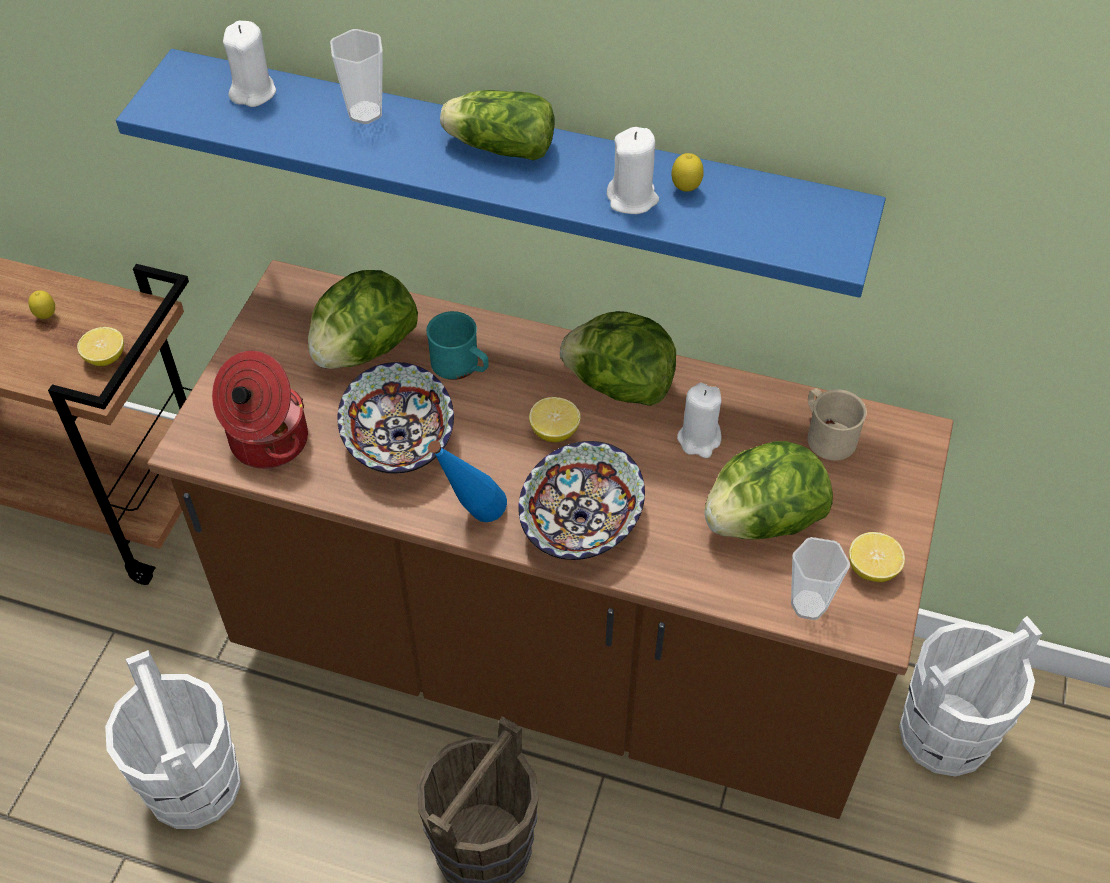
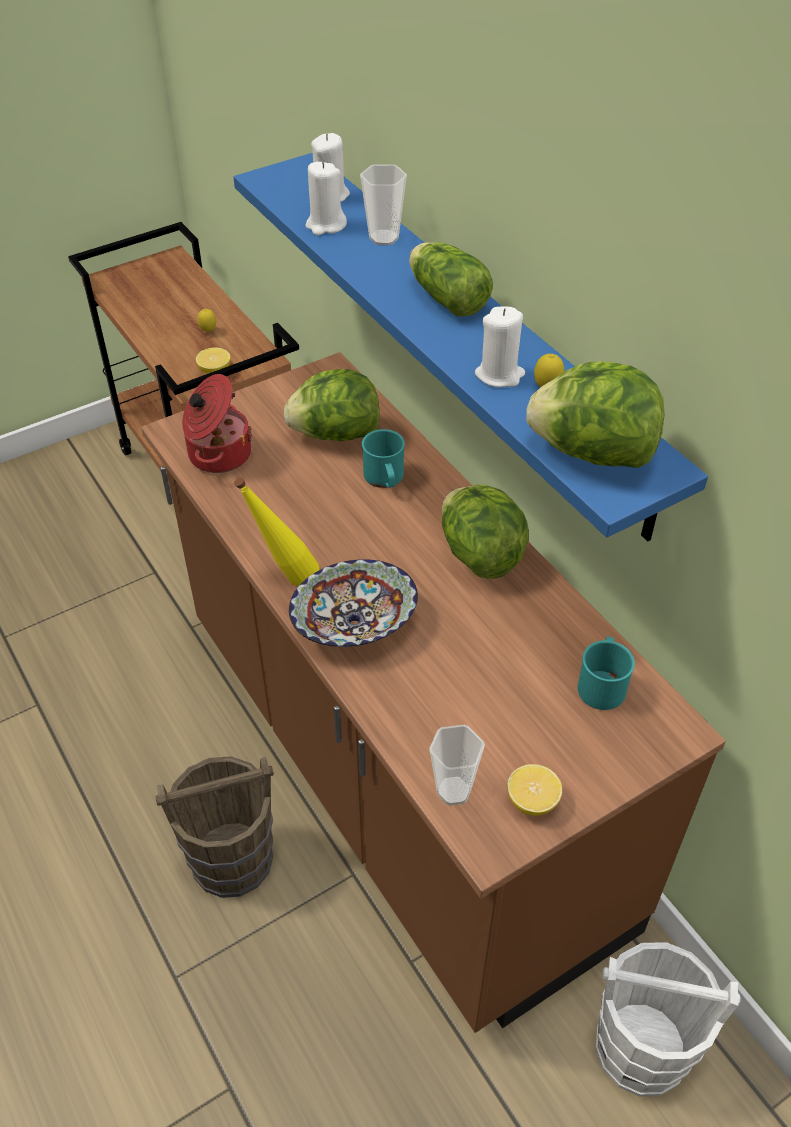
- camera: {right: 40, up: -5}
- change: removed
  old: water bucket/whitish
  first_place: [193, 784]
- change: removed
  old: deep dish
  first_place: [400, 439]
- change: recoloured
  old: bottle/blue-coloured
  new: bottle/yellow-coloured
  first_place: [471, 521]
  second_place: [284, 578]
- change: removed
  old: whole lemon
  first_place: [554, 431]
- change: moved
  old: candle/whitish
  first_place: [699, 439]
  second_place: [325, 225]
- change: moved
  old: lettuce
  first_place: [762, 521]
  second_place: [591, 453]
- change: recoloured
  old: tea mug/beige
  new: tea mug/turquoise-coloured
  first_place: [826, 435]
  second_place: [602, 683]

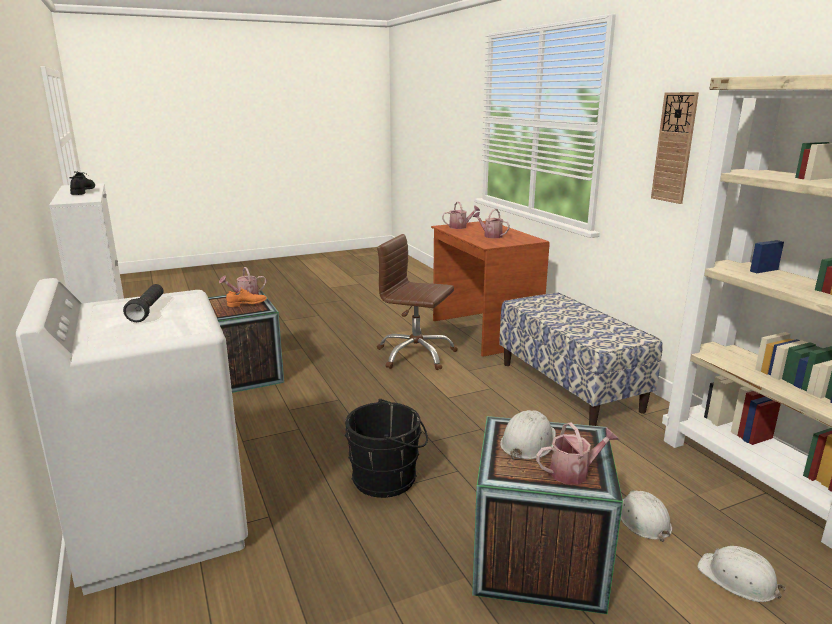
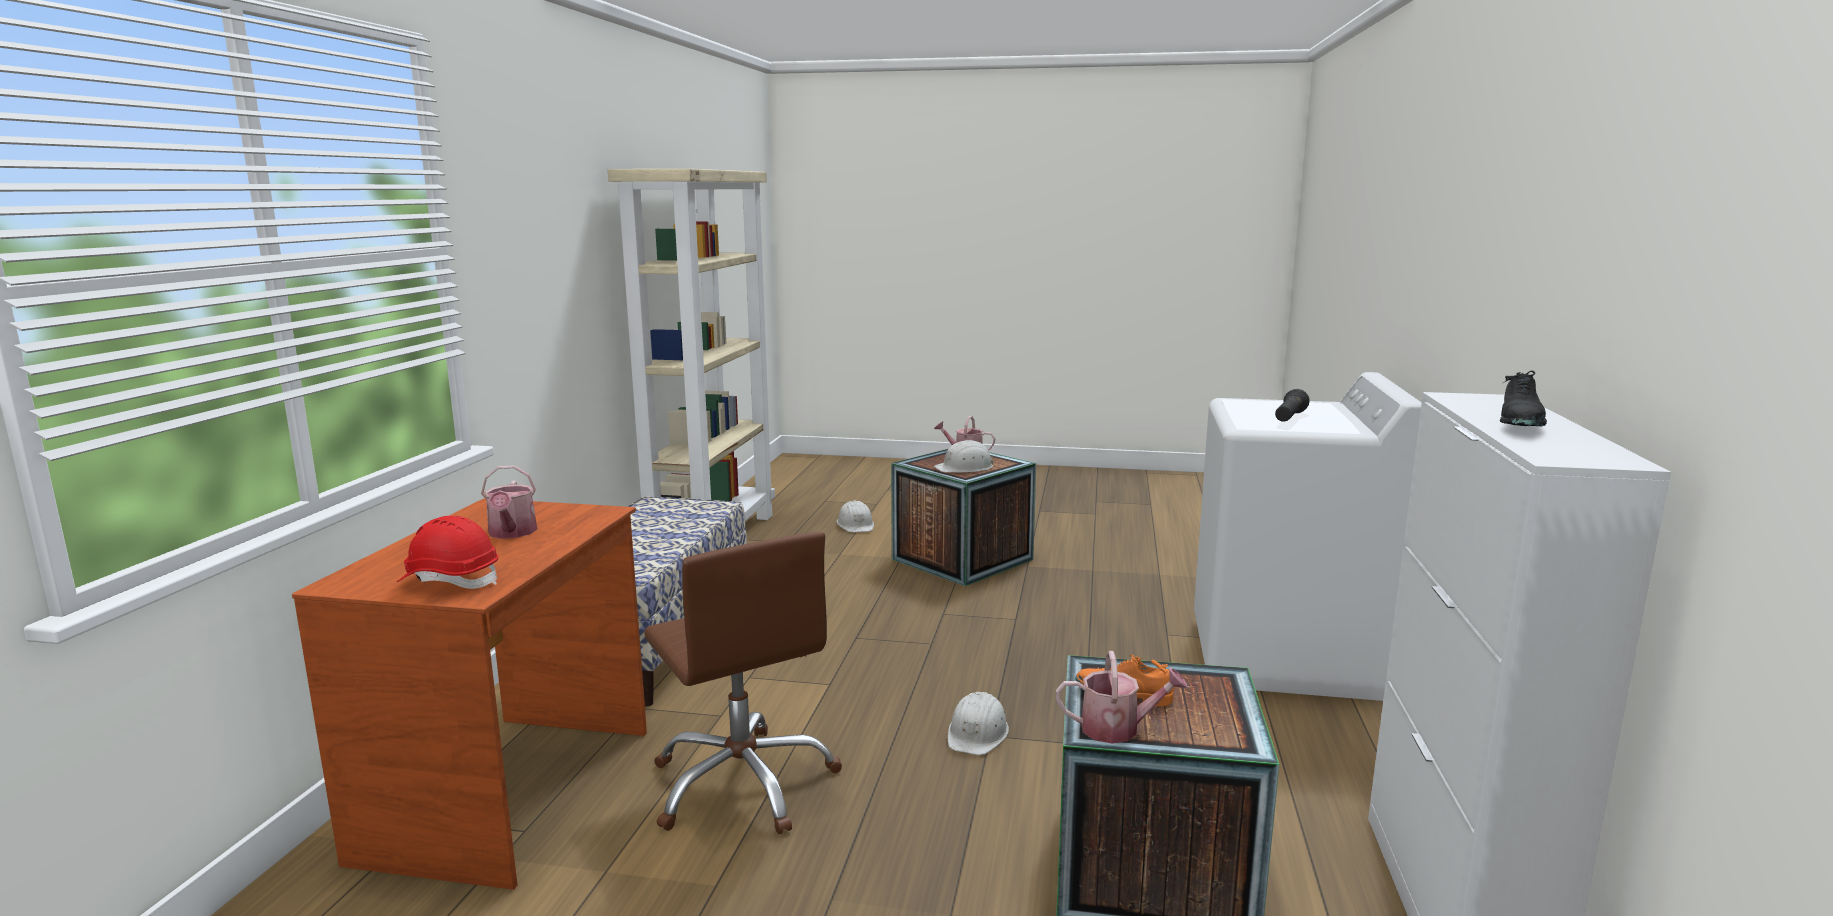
- camera: {right: -145, up: -5}
- change: removed
  old: water bucket/black-coloured
  first_place: [388, 478]
- change: replaced
  old: watering pot
  new: hard hat/reddish
  first_place: [460, 227]
  second_place: [450, 581]
- change: moved
  old: hard hat/whitish
  first_place: [642, 520]
  second_place: [977, 733]
- change: removed
  old: wall clock
  first_place: [674, 148]

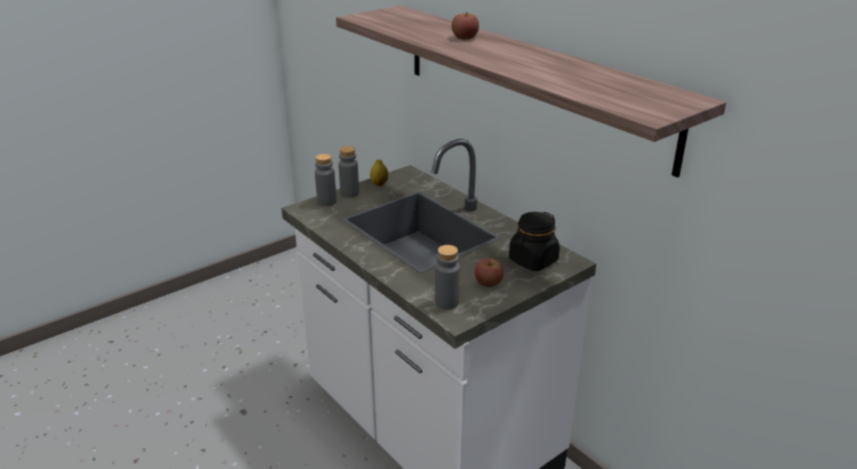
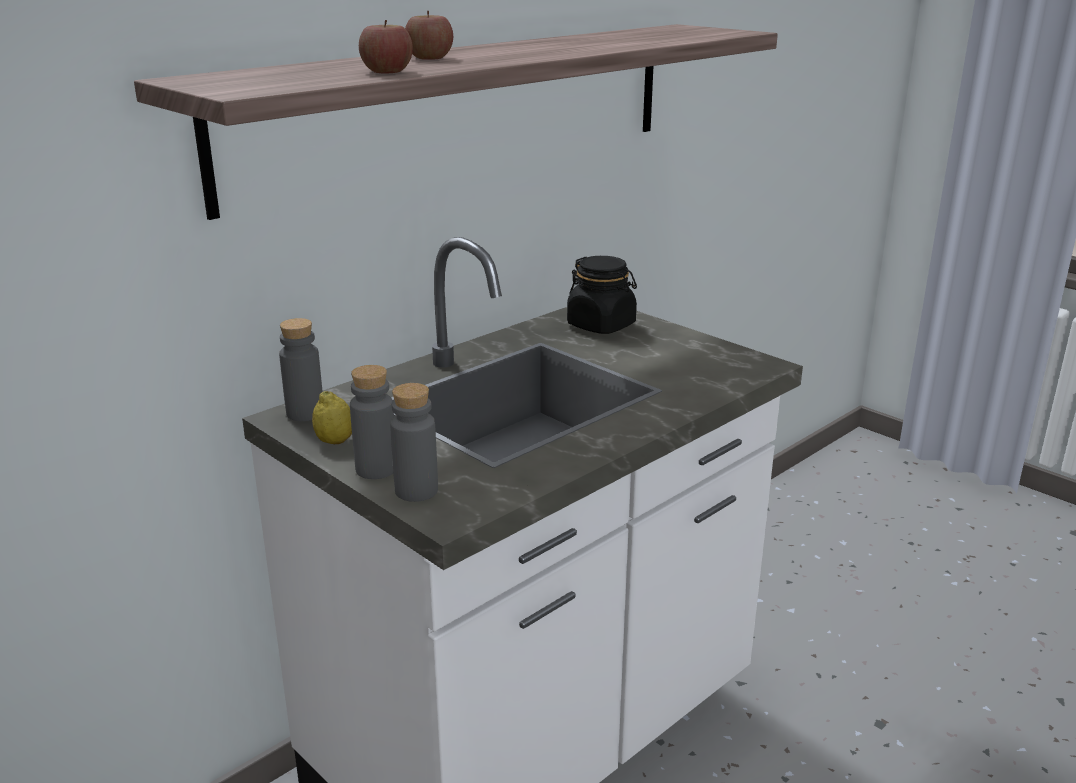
- camera: {right: -95, up: -5}
- change: moved
  old: bottle/greyish
  first_place: [447, 302]
  second_place: [305, 413]
- change: moved
  old: apple fruit
  first_place: [488, 283]
  second_place: [387, 71]

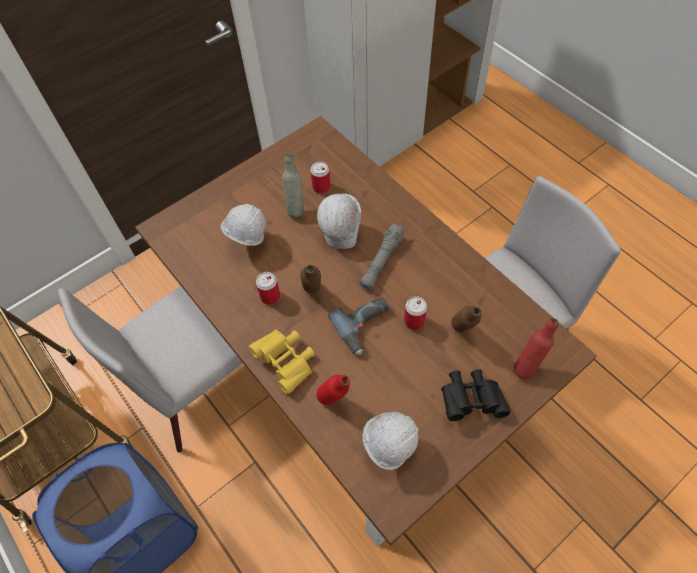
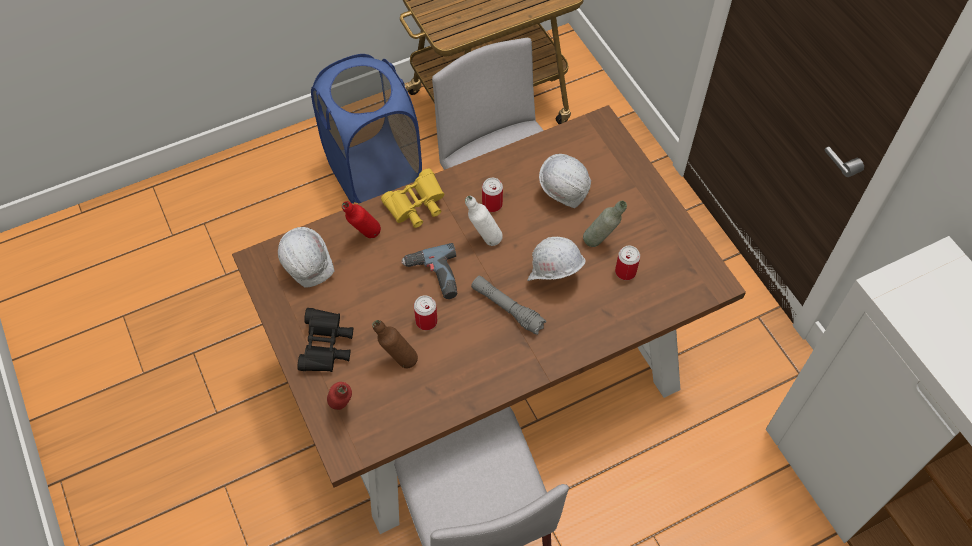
- camera: {right: 100, up: 0}
- change: recoloured
  old: bottle/brown
  new: bottle/whitish
  first_place: [313, 294]
  second_place: [484, 240]

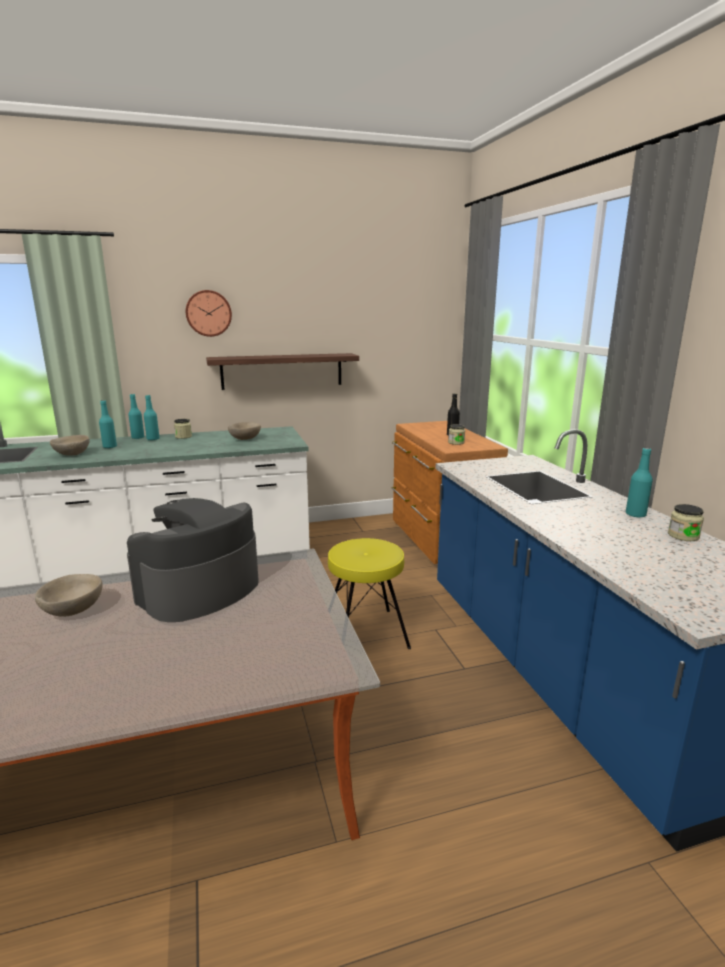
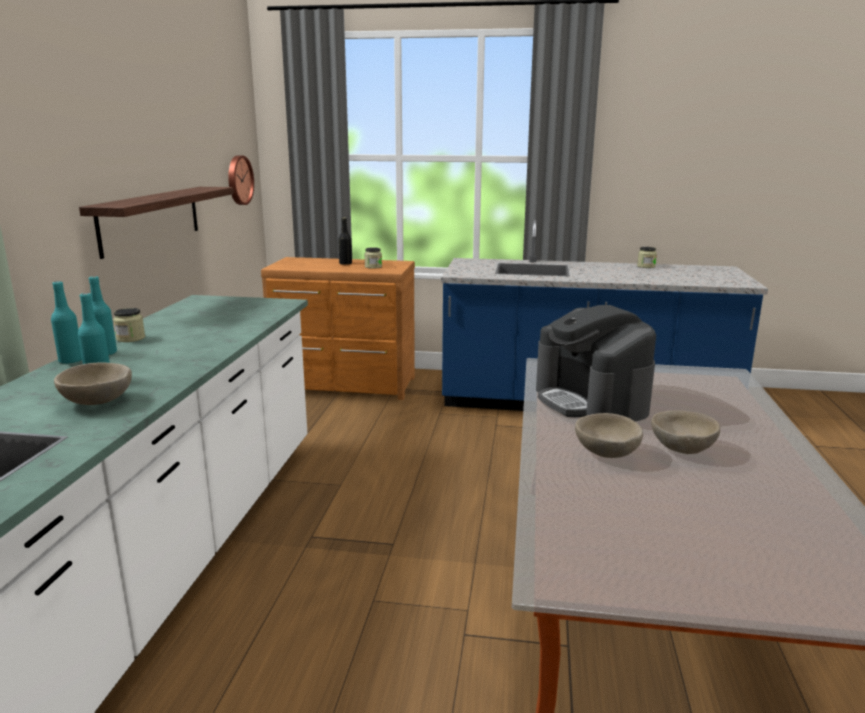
- camera: {right: -65, up: 0}
- change: moved
  old: wall clock
  first_place: [208, 313]
  second_place: [238, 180]
- change: moved
  old: deep dish/beige
  first_place: [245, 439]
  second_place: [681, 448]
- change: removed
  old: sitting stool/yellow-coloured
  first_place: [365, 634]
- change: removed
  old: bottle/turquoise-coloured
  first_place: [635, 514]

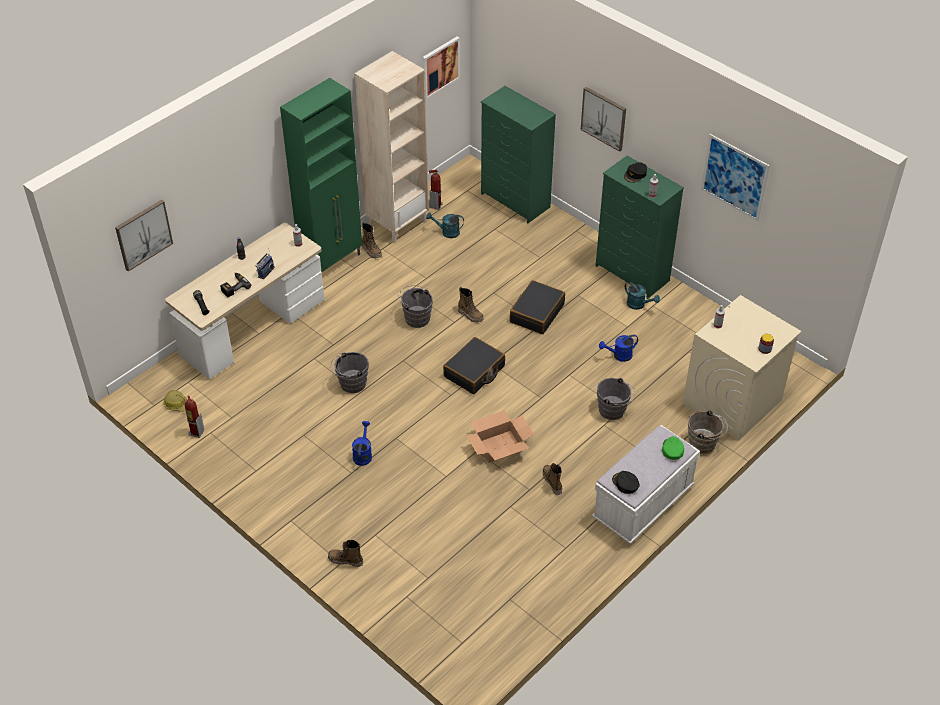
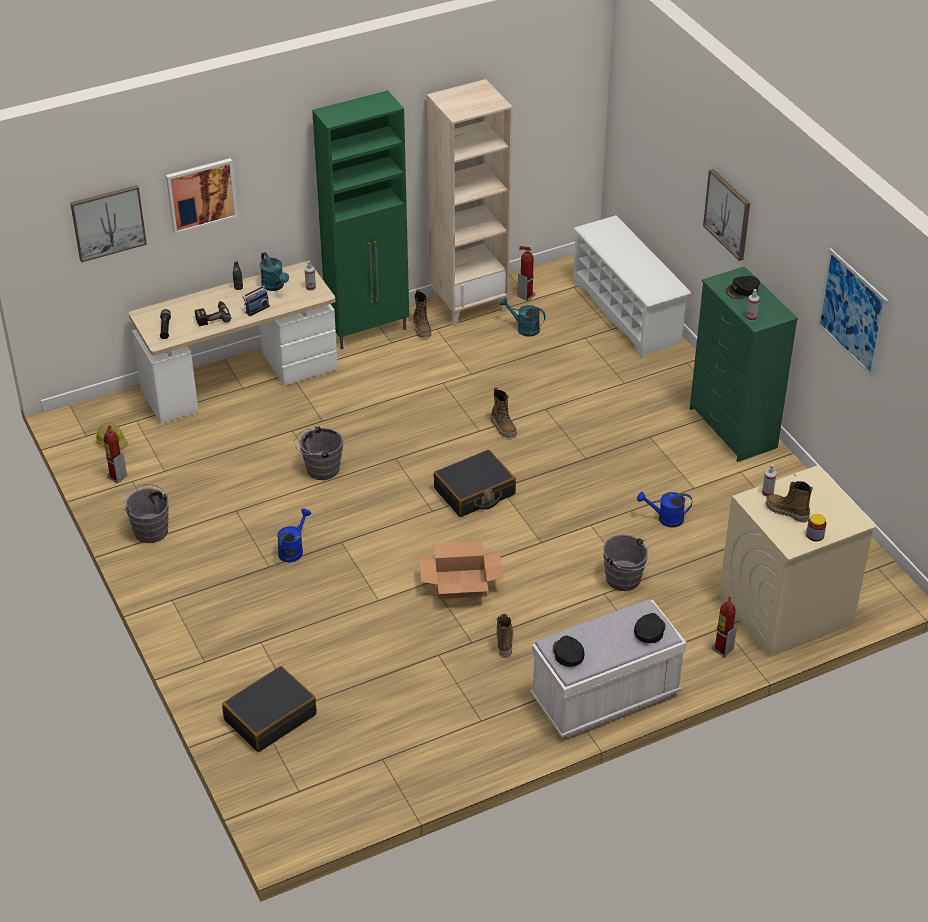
- camera: {right: 20, up: -5}
- change: moved
  old: high-top boot
  first_place: [345, 561]
  second_place: [787, 512]
- change: moved
  old: water bucket/greyish
  first_place: [416, 317]
  second_place: [150, 529]
- change: moved
  old: wall art
  first_place: [440, 67]
  second_place: [201, 195]
- change: replaced
  old: drawer chest/greenish
  new: shoe stand/whitish
  first_place: [515, 201]
  second_place: [627, 312]
- change: moved
  old: piece of luggage/black-coloured
  first_place: [536, 313]
  second_place: [270, 717]
- change: moved
  old: watering pot/turquoise-coloured
  first_place: [638, 305]
  second_place: [275, 286]
- change: recoloured
  old: peaked cap/greenish
  new: peaked cap/black-coloured
  first_place: [672, 449]
  second_place: [649, 630]
- change: replaced
  old: water bucket/brown
  new: fire extinguisher
  first_place: [704, 444]
  second_place: [722, 649]

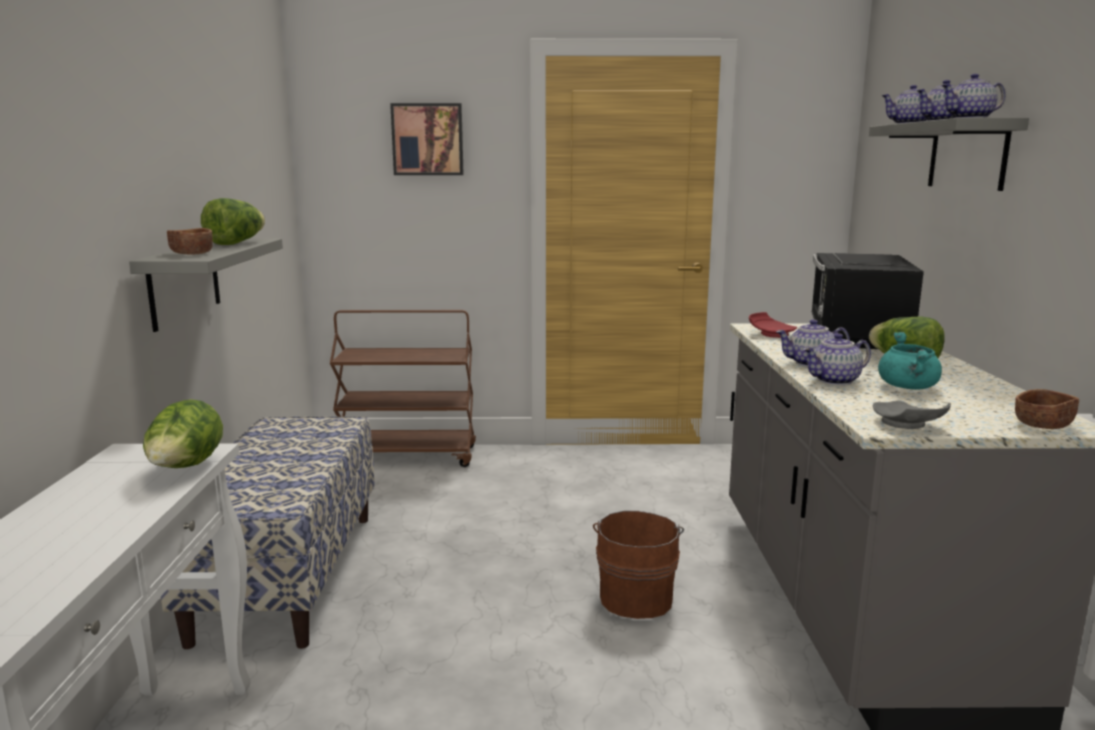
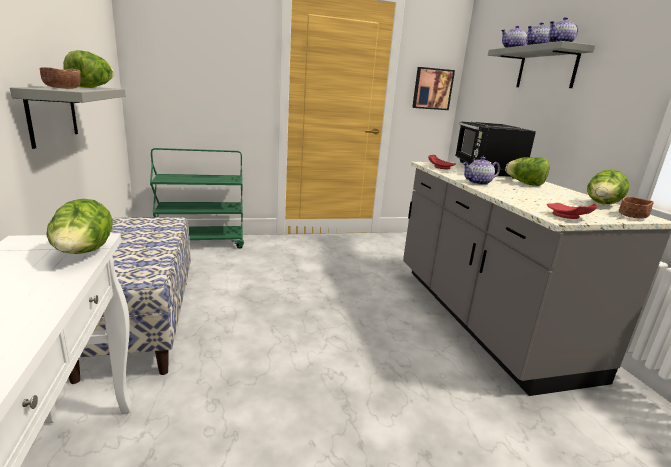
- camera: {right: -15, up: 5}
- change: recoloured
  old: trolley/brown
  new: trolley/greenish
  first_place: [408, 456]
  second_place: [201, 243]
- change: moved
  old: wall art
  first_place: [428, 139]
  second_place: [432, 89]
- change: removed
  old: water bucket/brown
  first_place: [636, 596]
- change: removed
  old: pot for tea
  first_place: [835, 381]
- change: recoloured
  old: plate/greyish
  new: plate/reddish
  first_place: [907, 425]
  second_place: [568, 217]
- change: removed
  old: saucepot/turquoise-coloured
  first_place: [908, 387]
- change: added
  new: lettuce
  second_place: [602, 205]

